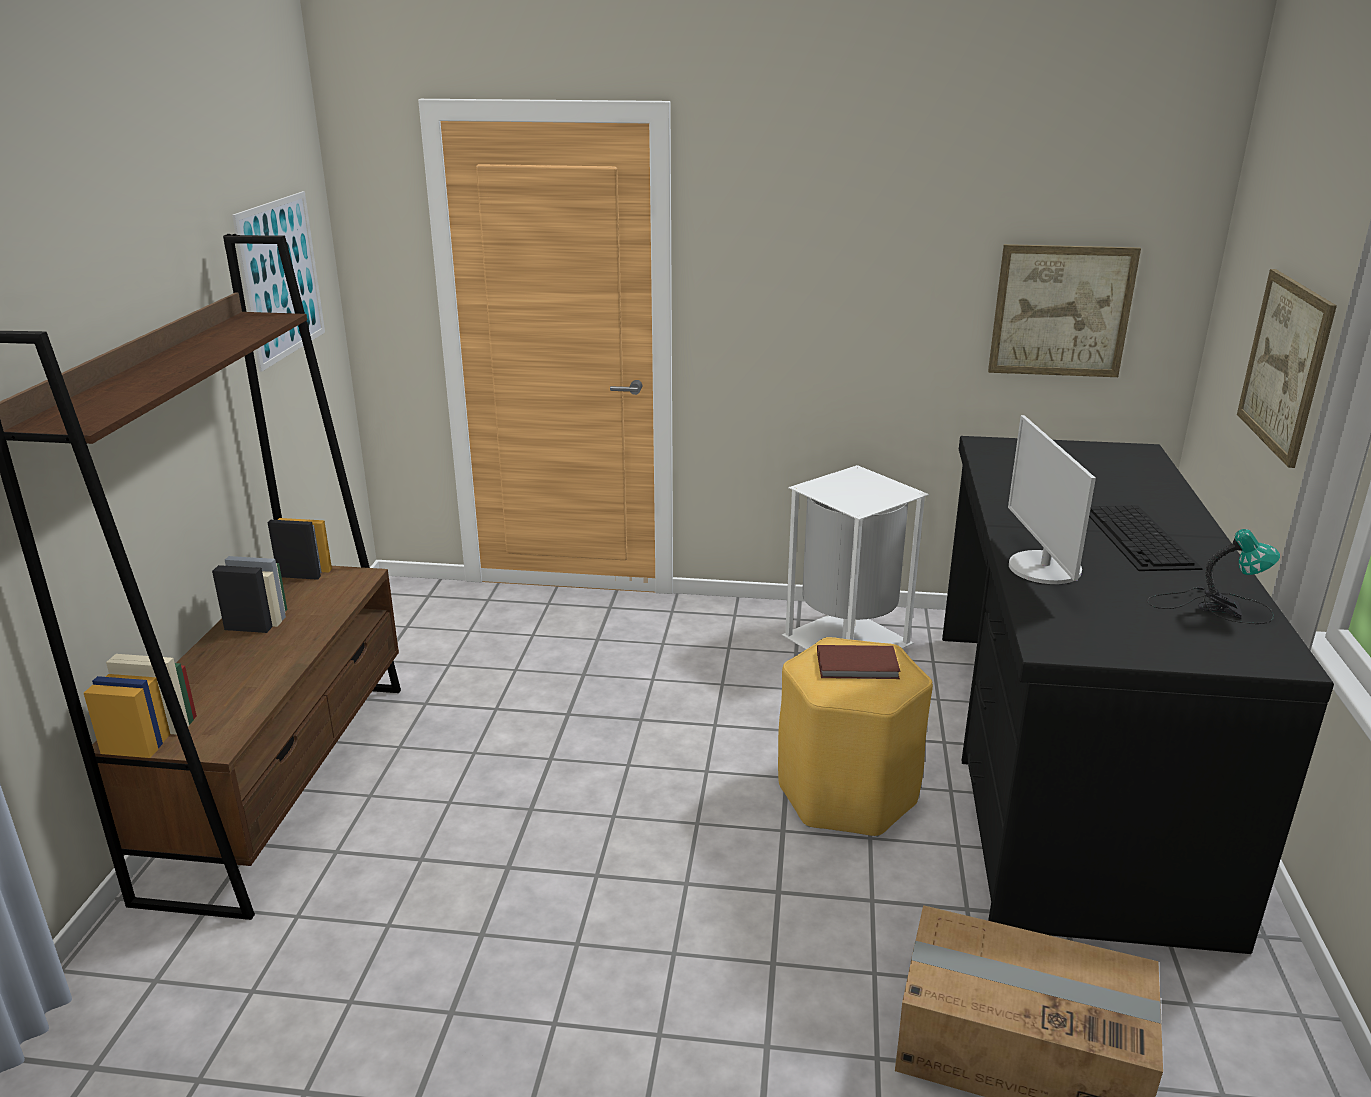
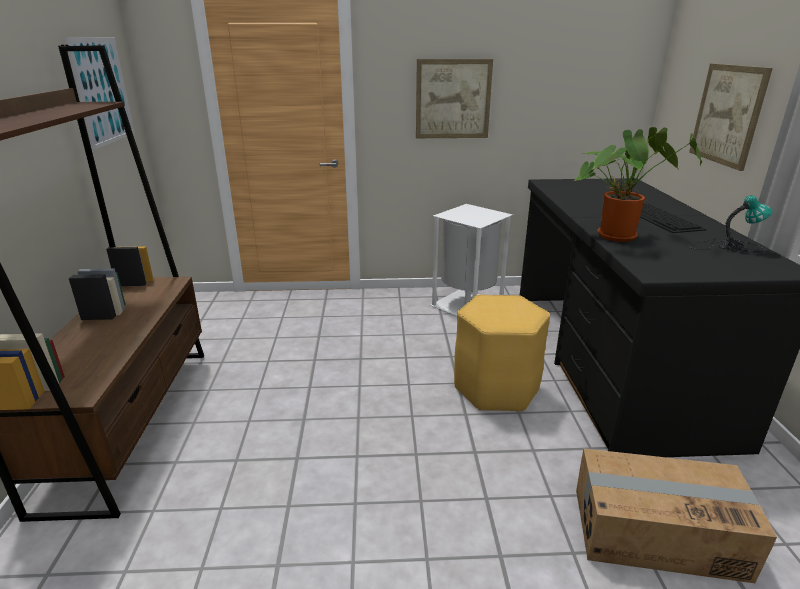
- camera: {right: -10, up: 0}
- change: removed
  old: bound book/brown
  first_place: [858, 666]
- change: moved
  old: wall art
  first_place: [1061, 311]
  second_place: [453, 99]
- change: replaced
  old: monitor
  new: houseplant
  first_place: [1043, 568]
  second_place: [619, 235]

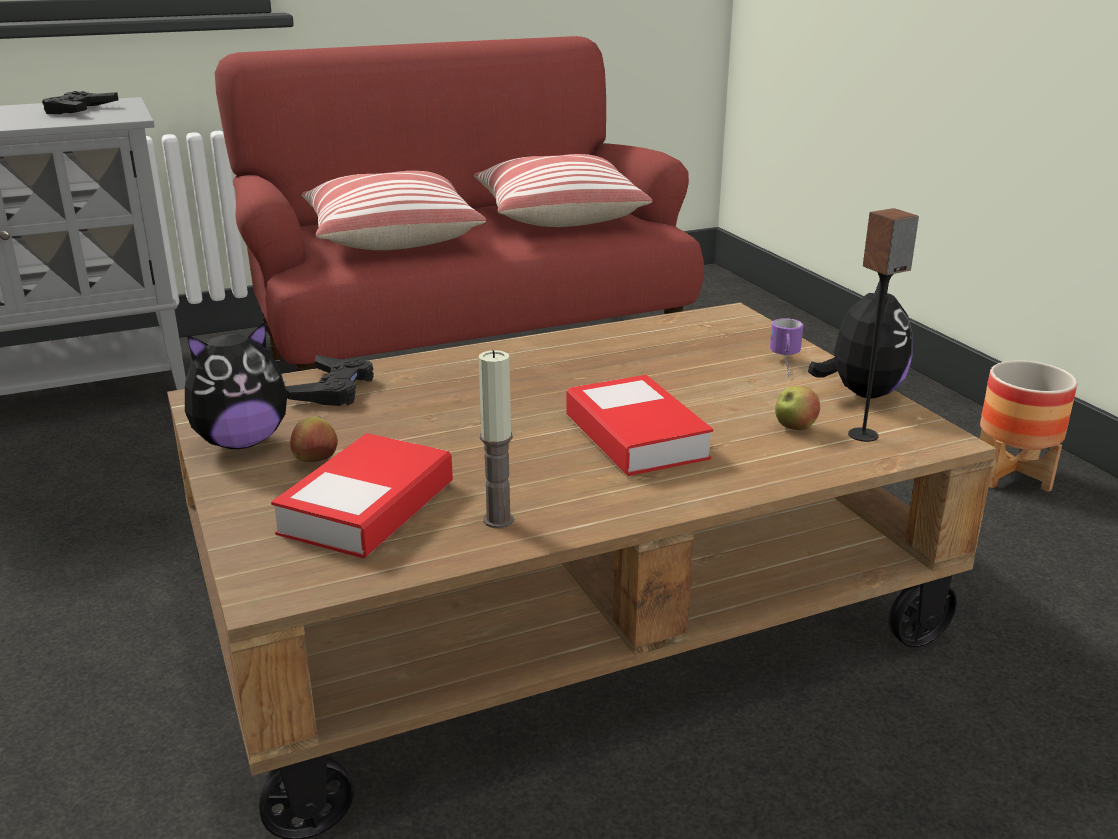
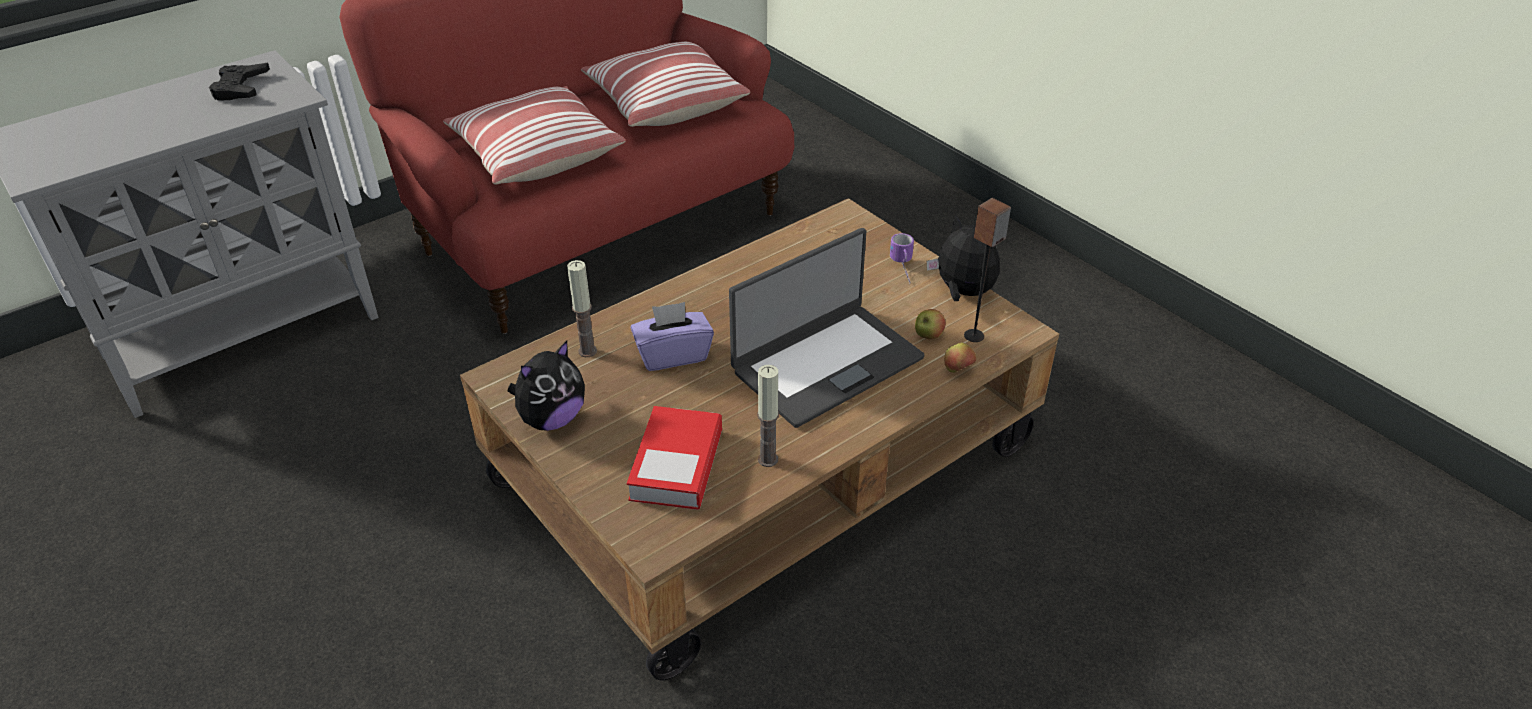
- camera: {right: -15, up: 15}
- change: replaced
  old: game controller/black-coloured
  new: candle
  first_place: [333, 389]
  second_place: [587, 351]
- change: moved
  old: apple fruit
  first_place: [316, 462]
  second_place: [958, 370]
- change: replaced
  old: bound book
  new: laptop
  first_place: [635, 436]
  second_place: [826, 363]
- change: turned
  old: plush toy
  first_place: [860, 393]
  second_place: [962, 292]
  degrees: -45
- change: removed
  old: planter
  first_place: [1012, 475]
- change: added
  new: tissue box/purplish
  second_place: [673, 355]

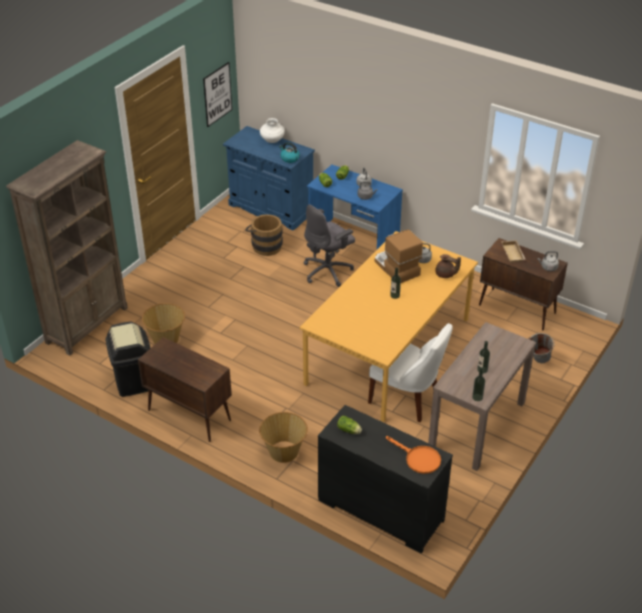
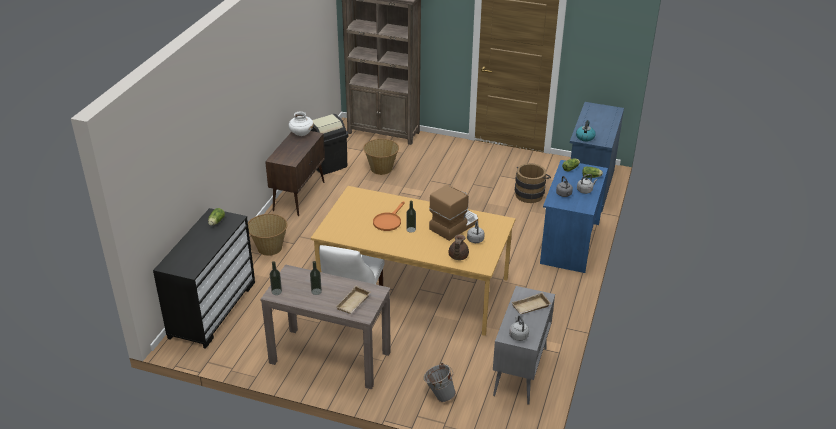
- camera: {right: 75, up: -5}
- change: removed
  old: wall art
  first_place: [217, 94]
- change: moved
  old: decorative vase/whitish
  first_place: [272, 140]
  second_place: [301, 133]
- change: removed
  old: desk chair/greyish
  first_place: [328, 271]
- change: moved
  old: pan/orangey
  first_place: [418, 459]
  second_place: [388, 221]
- change: recoloured
  old: cabinet/brown
  new: cabinet/greyish
  first_place: [517, 309]
  second_place: [520, 372]
- change: added
  new: serving tray/beige
  second_place: [354, 303]

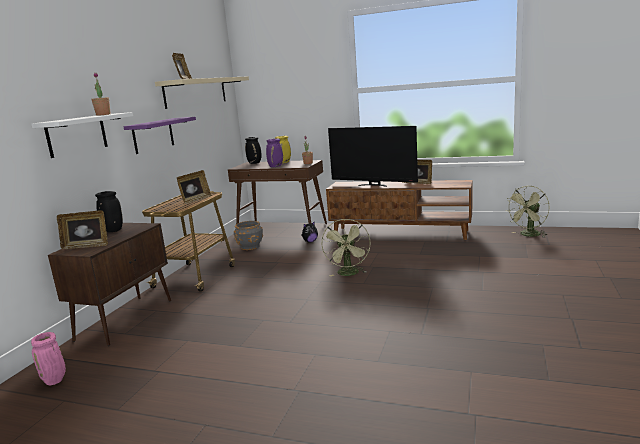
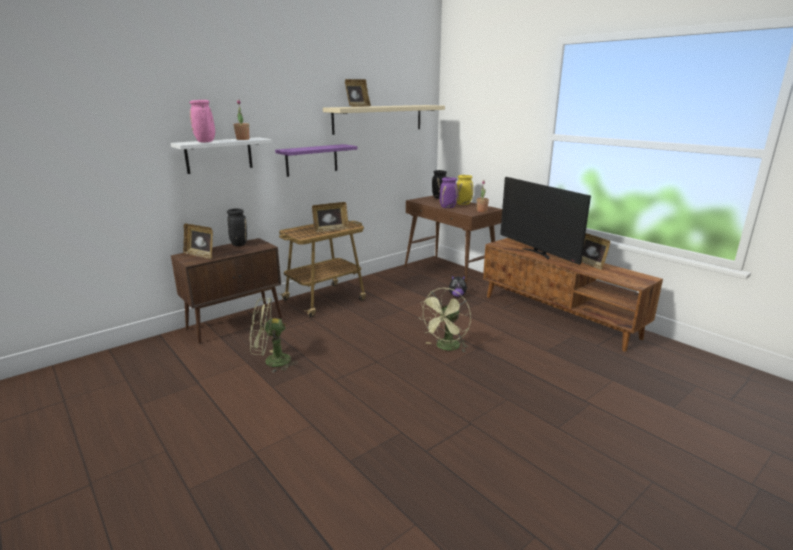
- camera: {right: 30, up: 5}
- change: moved
  old: decorative vase/pinkish
  first_place: [55, 381]
  second_place: [205, 142]
- change: removed
  old: planter/greyish
  first_place: [250, 246]
- change: moved
  old: fan/greenish
  first_place: [528, 235]
  second_place: [271, 362]

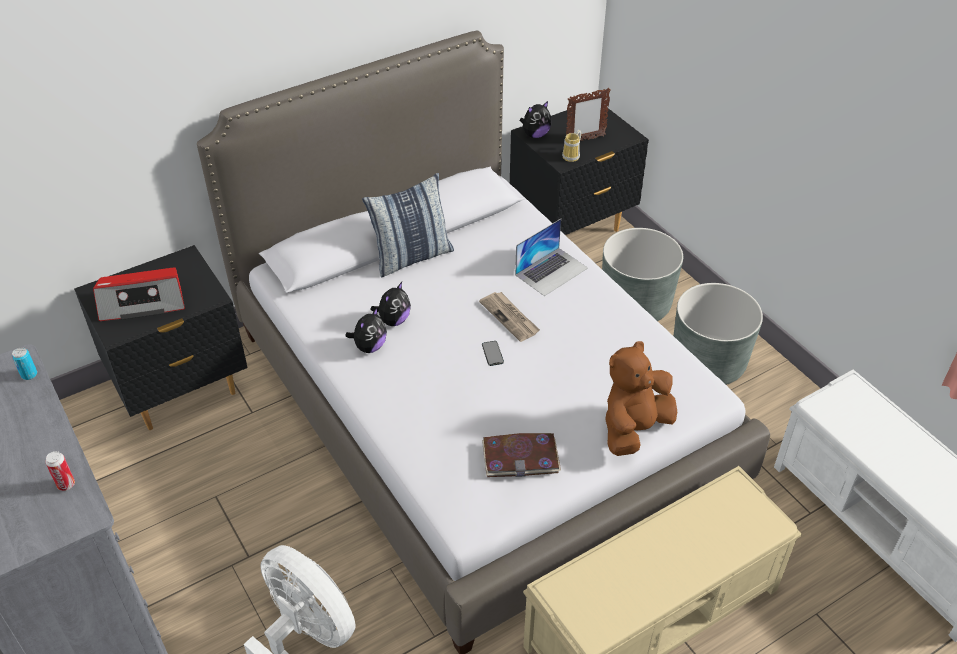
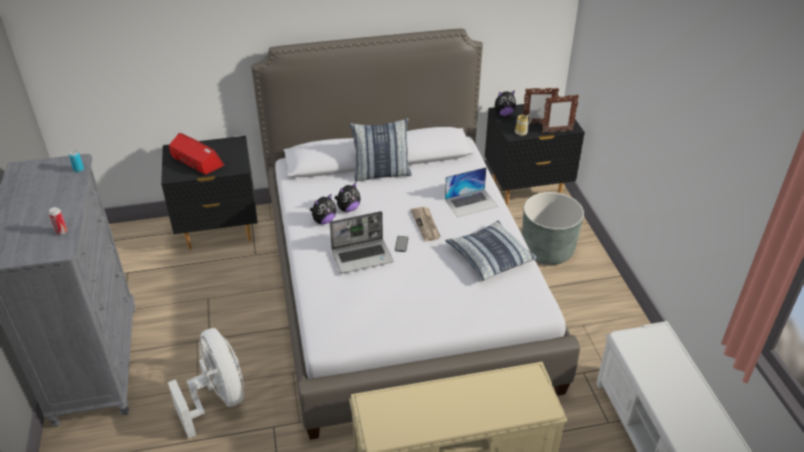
- camera: {right: 20, up: -5}
- change: turned
  old: radio receiver
  first_place: [143, 303]
  second_place: [197, 161]
  degrees: -150
- change: removed
  old: bound book
  first_place: [520, 457]
- change: removed
  old: plush toy/brown
  first_place: [634, 428]
- change: removed
  old: planter/greyish
  first_place: [707, 363]
- change: added
  new: laptop
  second_place: [362, 256]
- change: added
  new: pillow
  second_place: [490, 256]
- change: added
  new: standing frame
  second_place: [557, 131]

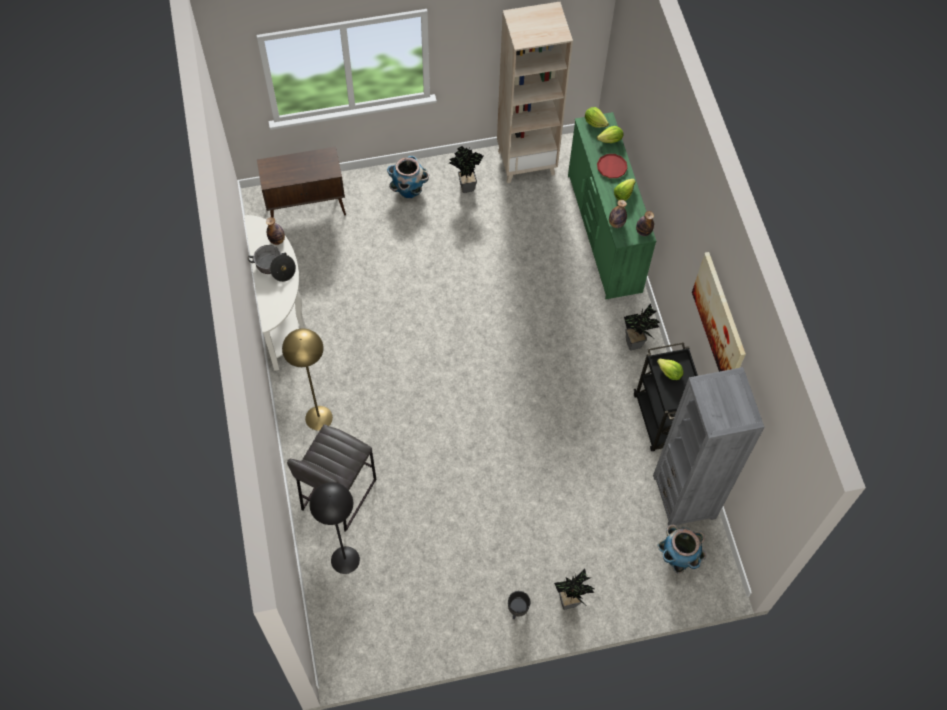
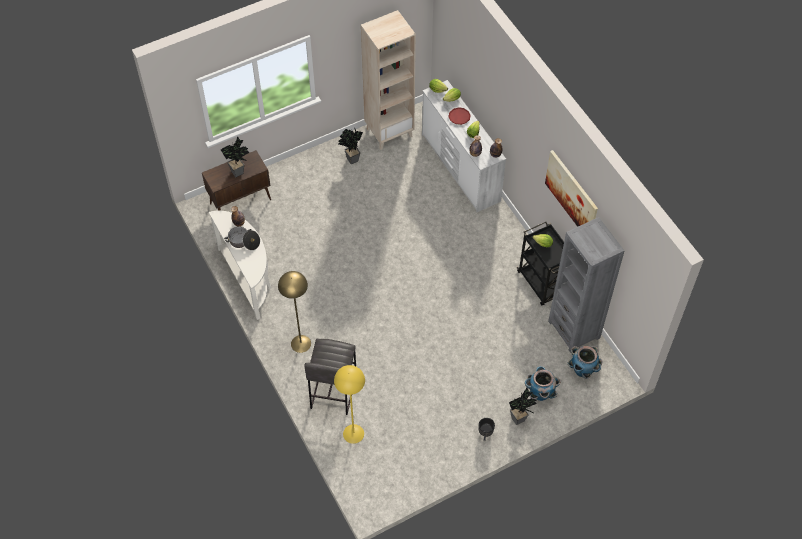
- camera: {right: -15, up: -5}
- change: recoloured
  old: standing lamp/black-coloured
  new: standing lamp/yellow-coloured
  first_place: [345, 559]
  second_place: [353, 433]
- change: moved
  old: planter
  first_place: [409, 190]
  second_place: [540, 393]
- change: recoloured
  old: drawer chest/greenish
  new: drawer chest/whitish
  first_place: [603, 233]
  second_place: [460, 168]
- change: moved
  old: houseplant
  first_place: [636, 344]
  second_place: [239, 172]

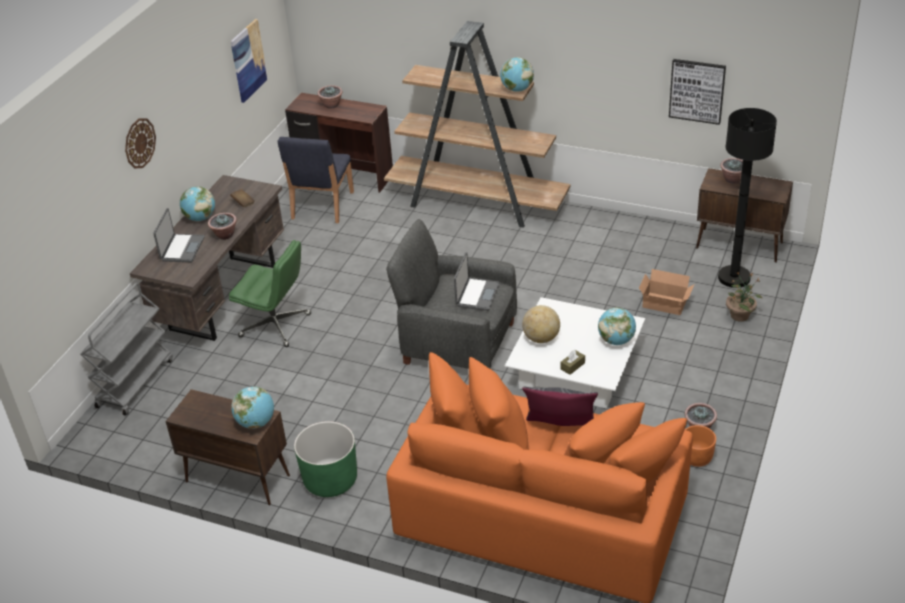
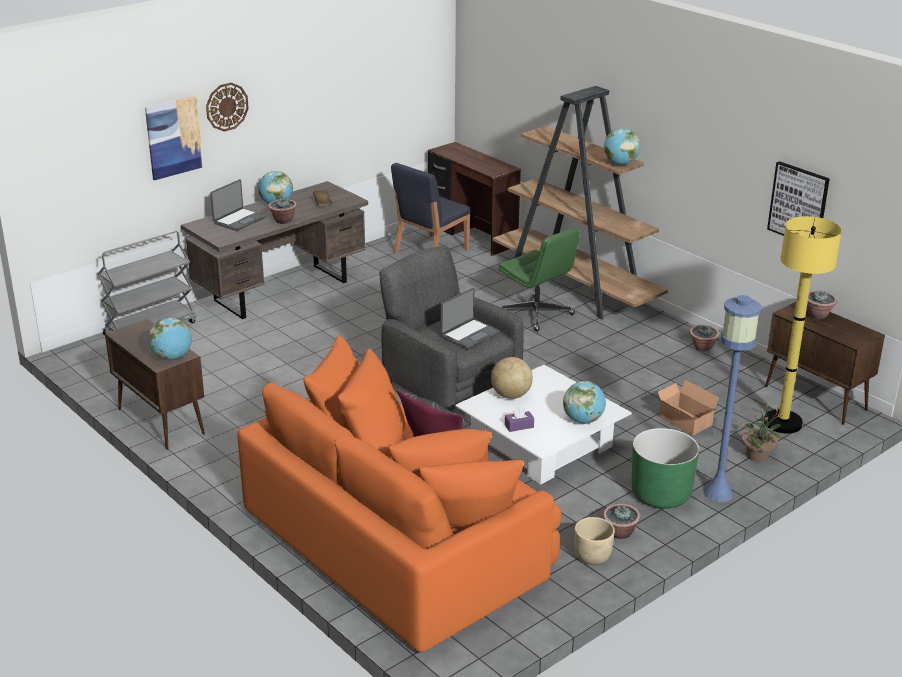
- camera: {right: 25, up: -10}
- change: moved
  old: desk chair/greenish
  first_place: [276, 325]
  second_place: [537, 314]
- change: moved
  old: wall art
  first_place: [248, 60]
  second_place: [174, 137]
- change: moved
  old: planter/greenish
  first_place: [330, 480]
  second_place: [660, 494]
- change: moved
  old: houseplant
  first_place: [331, 105]
  second_place: [702, 348]
- change: recoloured
  old: tissue box/brown
  new: tissue box/purplish
  first_place: [572, 366]
  second_place: [519, 426]
- change: recoloured
  old: planter/orangey
  new: planter/beige
  first_place: [696, 458]
  second_place: [592, 556]
- change: recoloured
  old: standing lamp/black-coloured
  new: standing lamp/yellow-coloured
  first_place: [734, 277]
  second_place: [782, 423]
- change: added
  new: standing lamp/blue-coloured
  second_place: [718, 493]

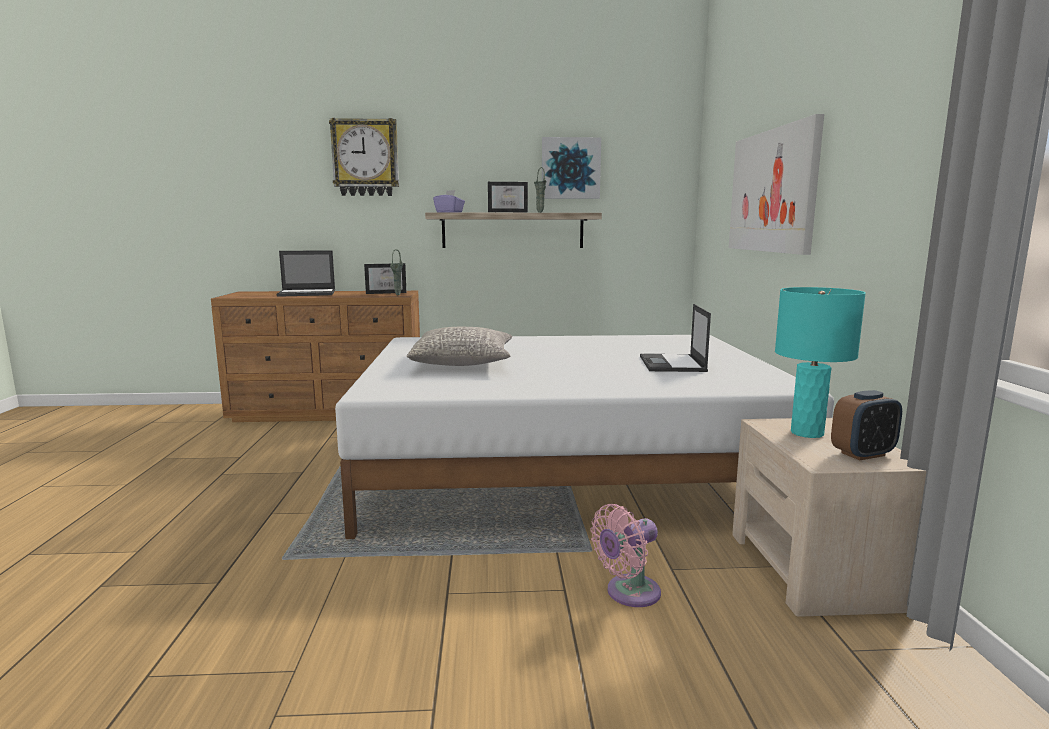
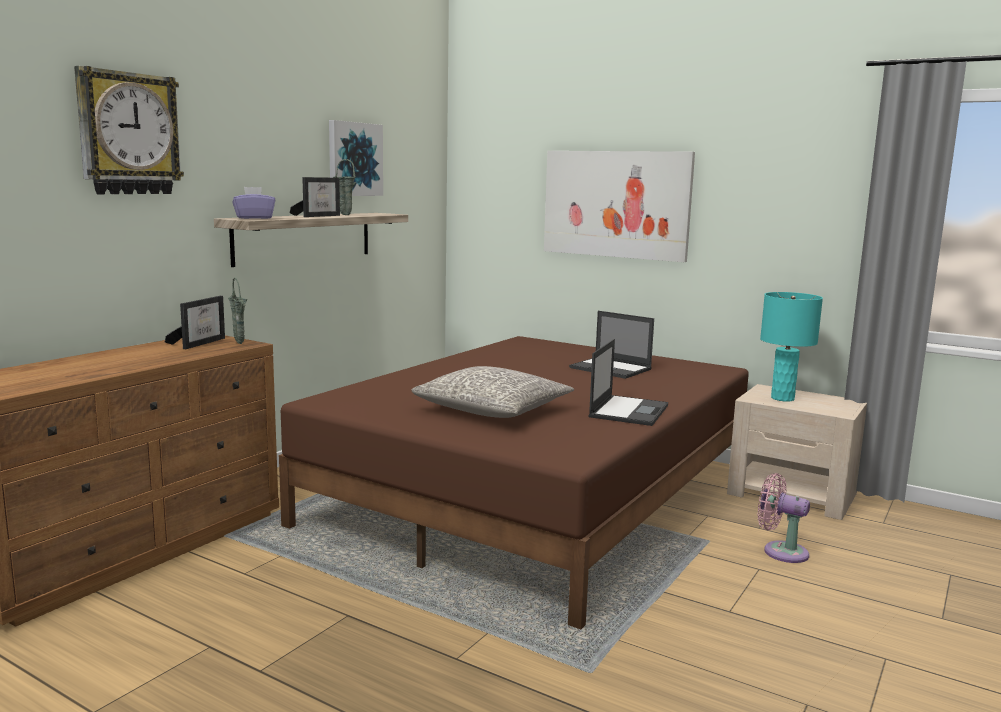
- camera: {right: -55, up: 0}
- change: moved
  old: laptop
  first_place: [308, 293]
  second_place: [629, 411]
- change: recoloured
  old: bed/whitish
  new: bed/brown
  first_place: [567, 466]
  second_place: [537, 495]
- change: turned
  old: fan/pinkish
  first_place: [628, 593]
  second_place: [781, 551]
  degrees: 120
- change: removed
  old: bedside clock
  first_place: [863, 454]

